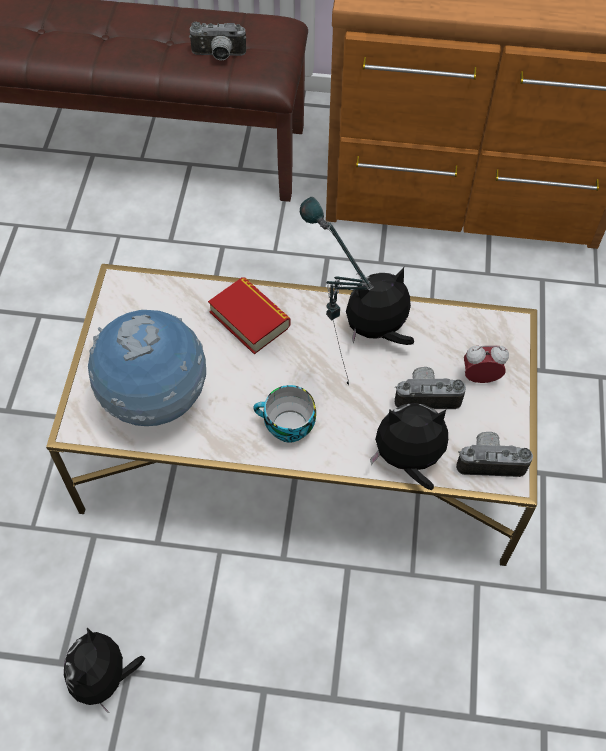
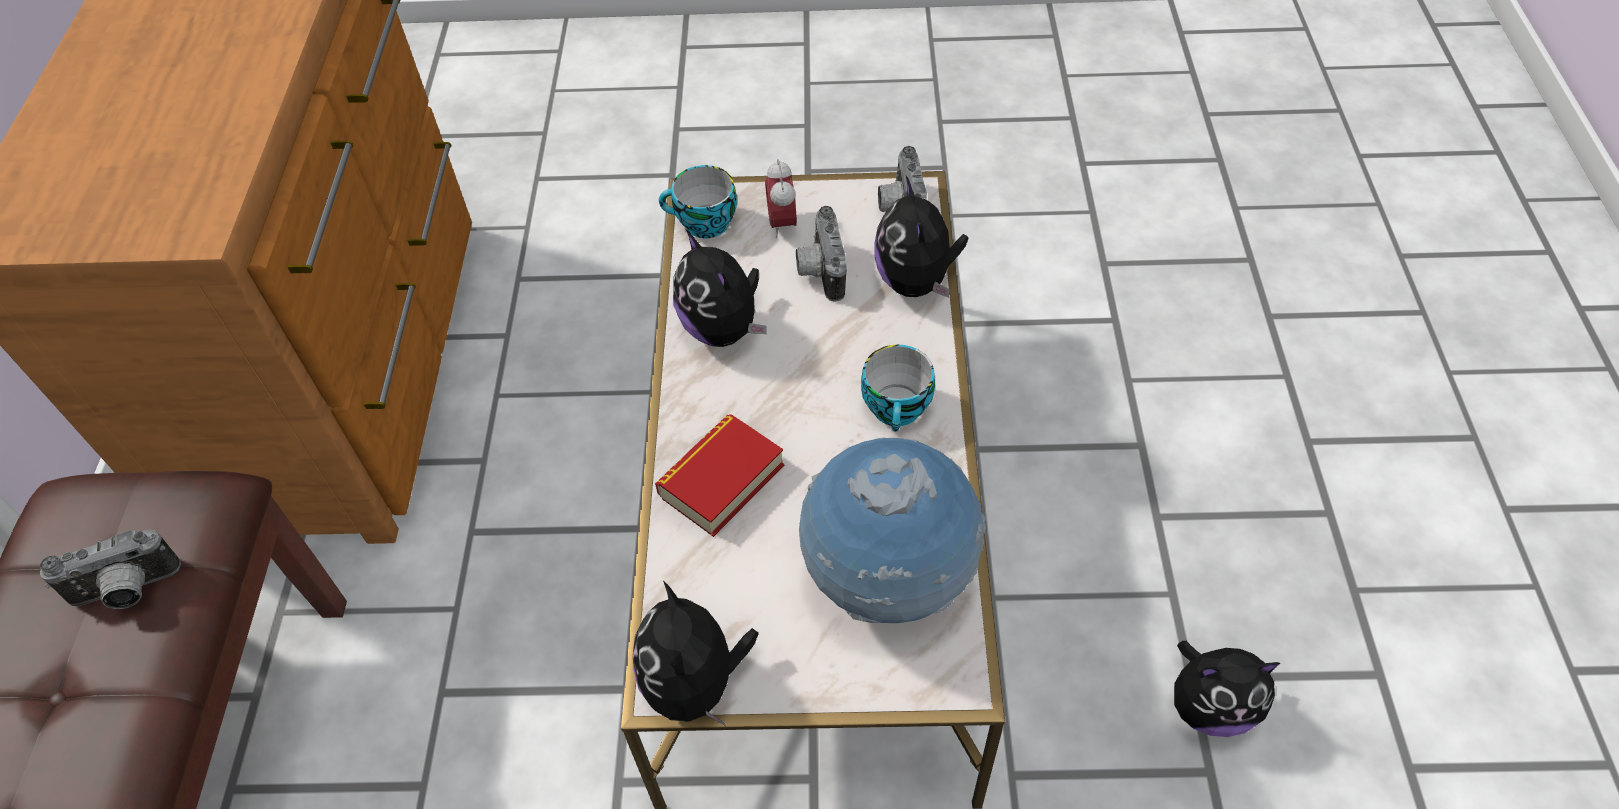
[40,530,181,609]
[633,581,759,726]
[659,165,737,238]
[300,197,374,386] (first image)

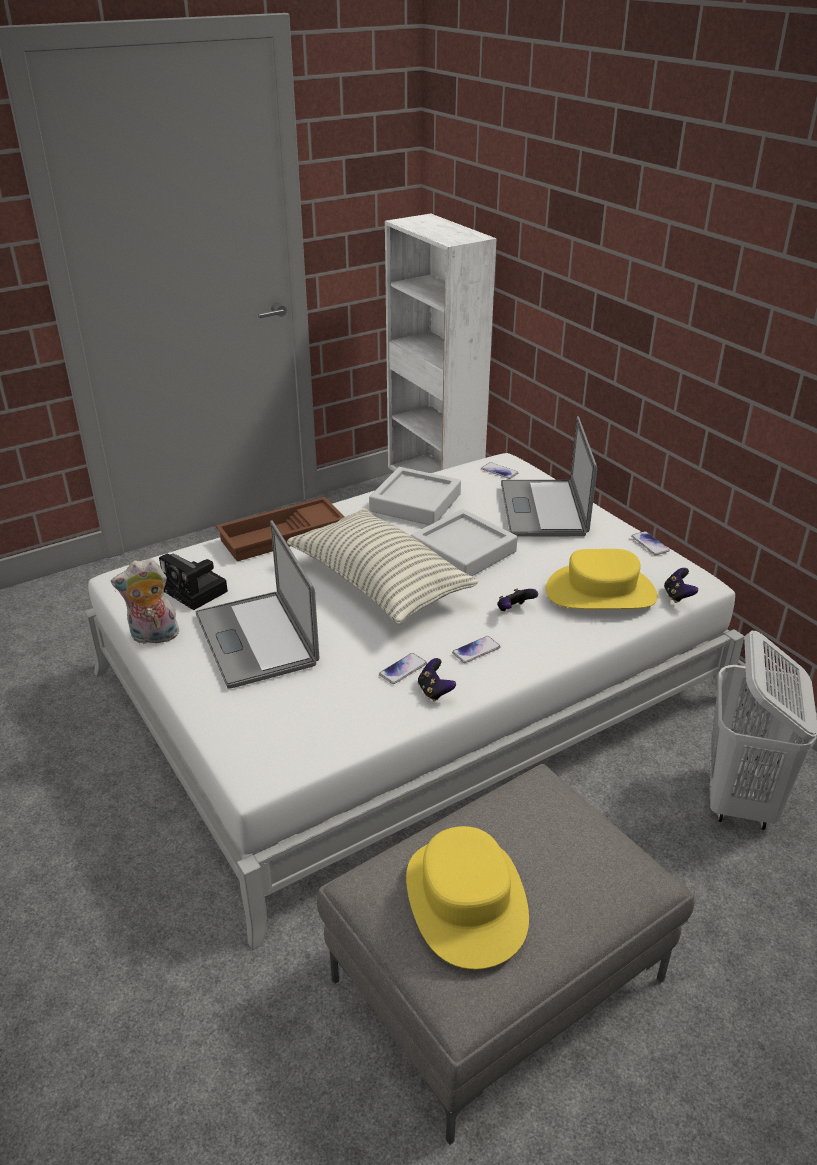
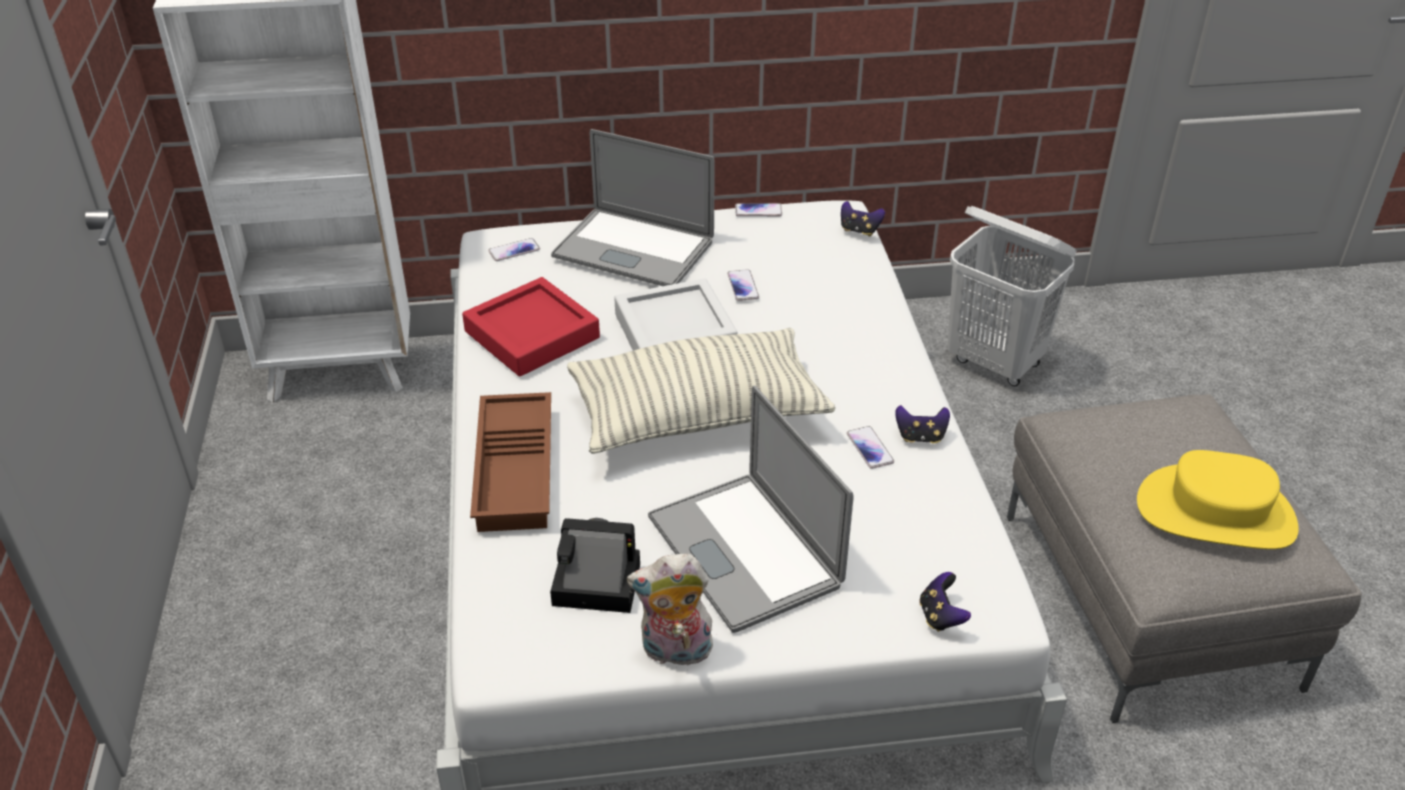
[462,277,600,377]
[550,518,640,613]
[627,554,714,666]
[648,385,853,633]
[728,269,759,301]
[919,572,971,632]
[546,549,658,609] (first image)

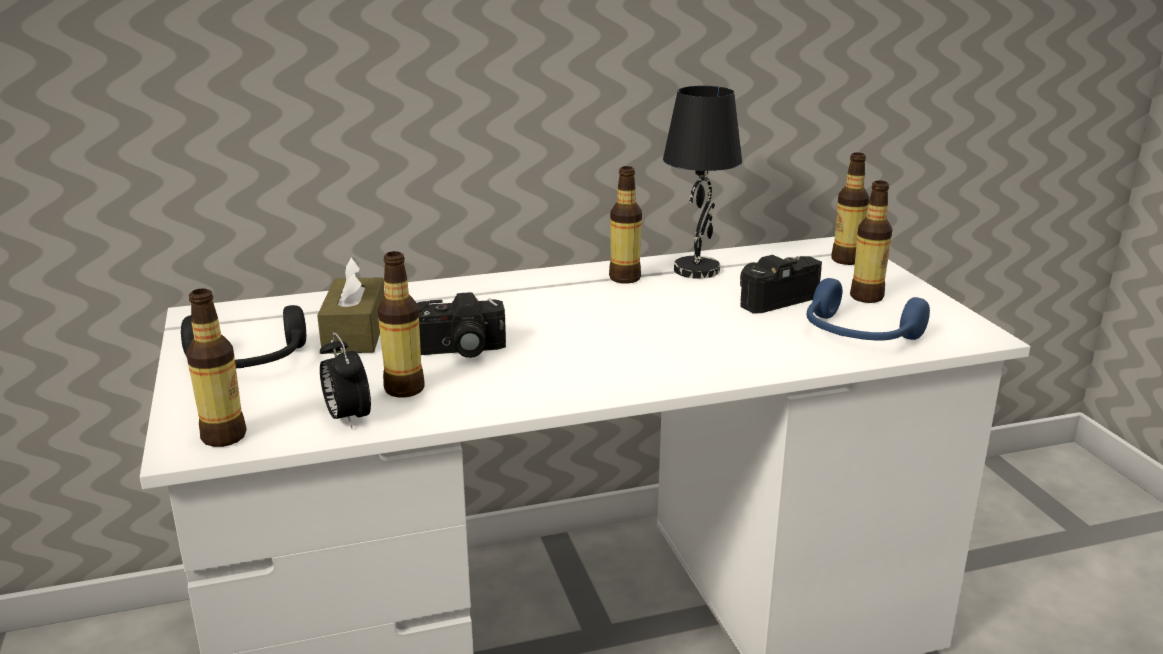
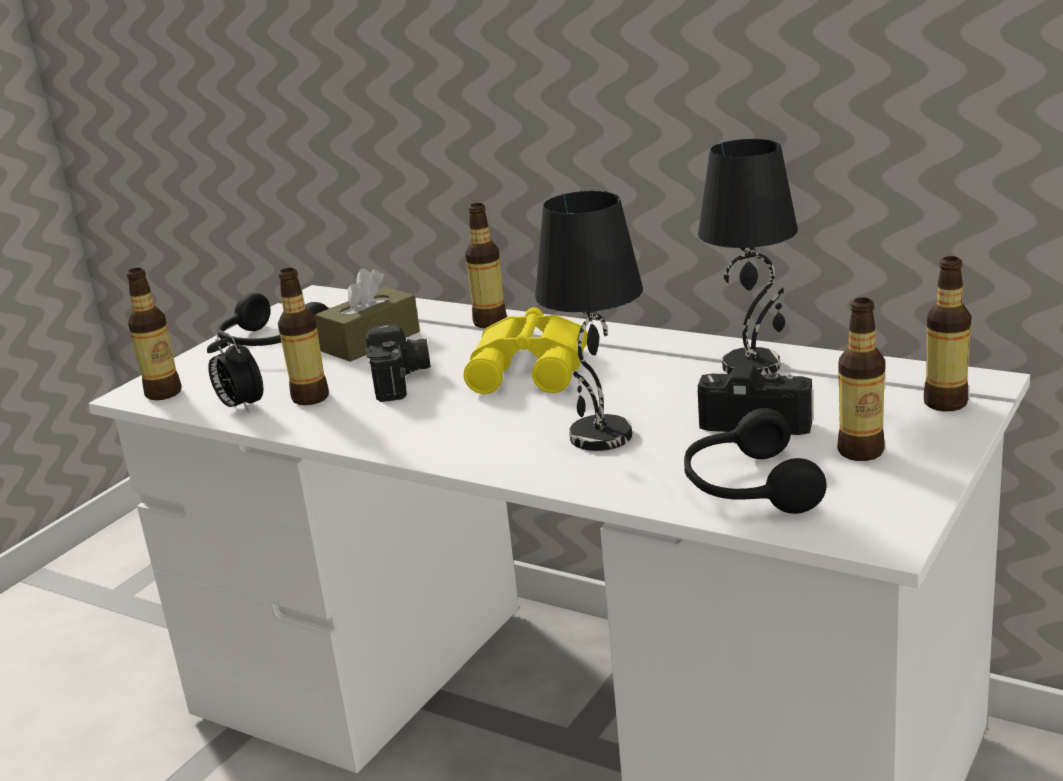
[207,331,263,413]
[366,325,431,402]
[464,307,587,394]
[465,203,507,329]
[535,191,643,451]
[684,408,827,514]

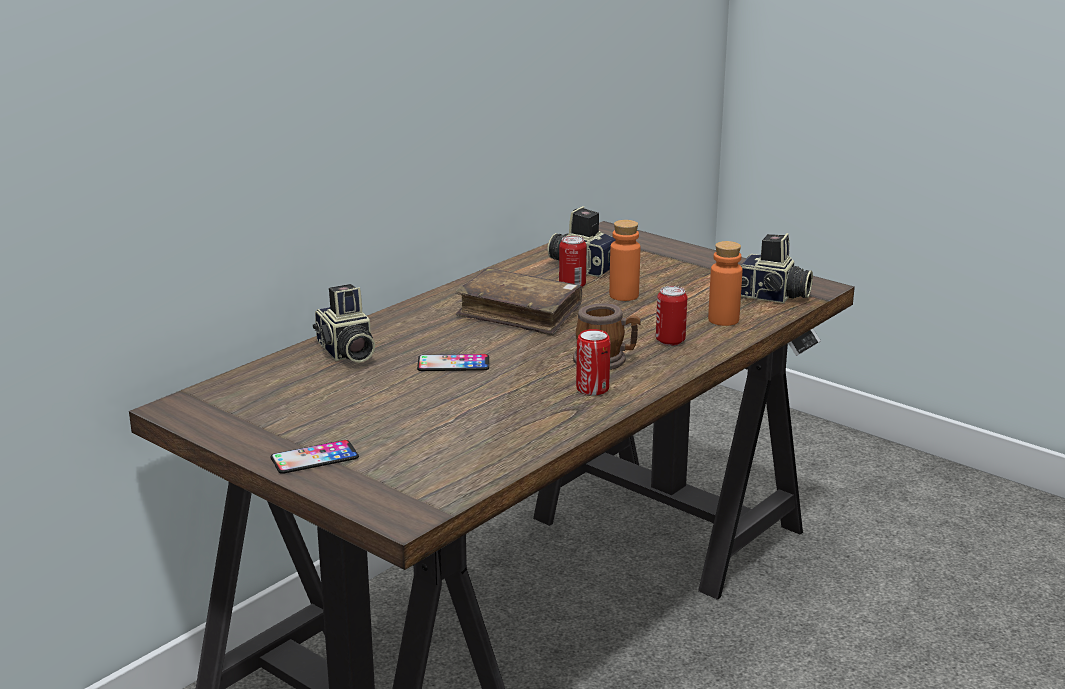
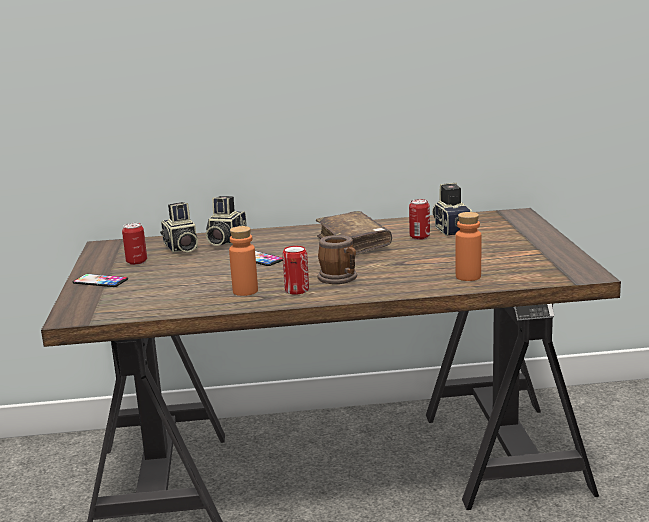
[122,223,147,265]
[160,202,198,253]
[229,226,258,296]

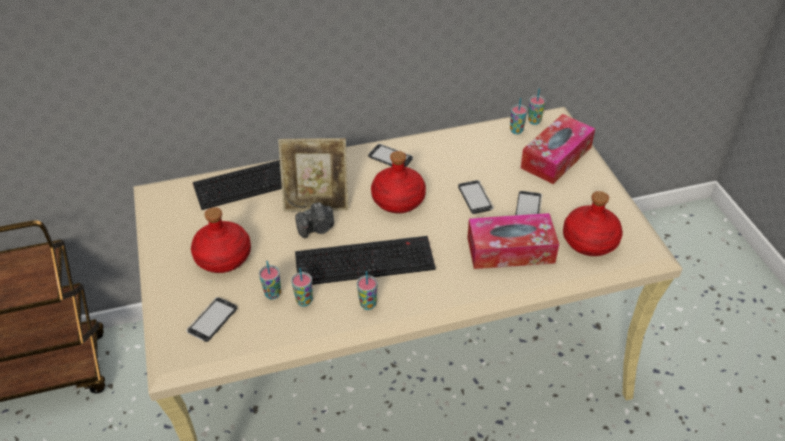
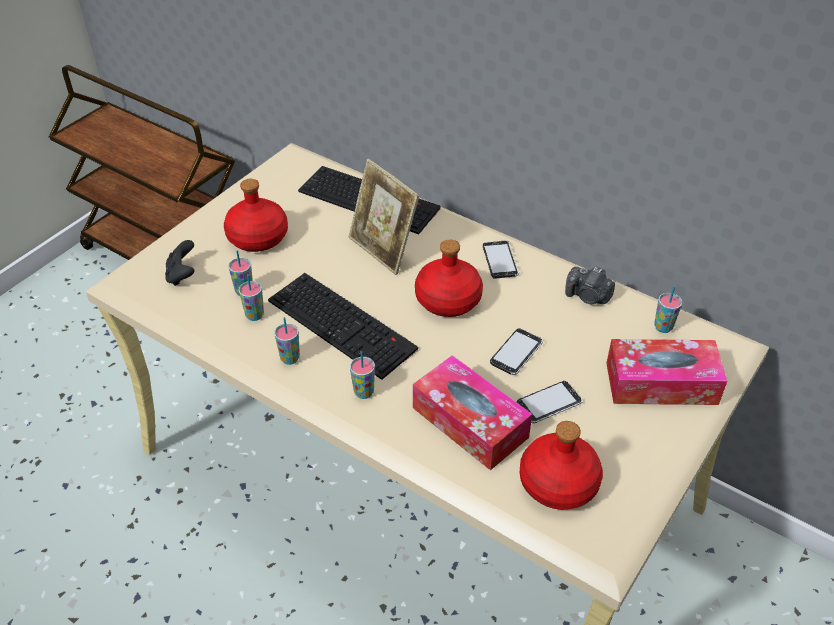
[165,240,194,286]
[350,351,375,399]
[565,267,615,304]

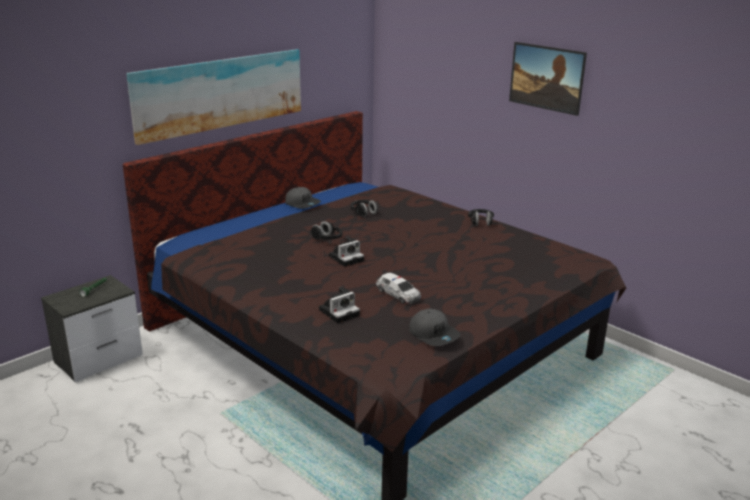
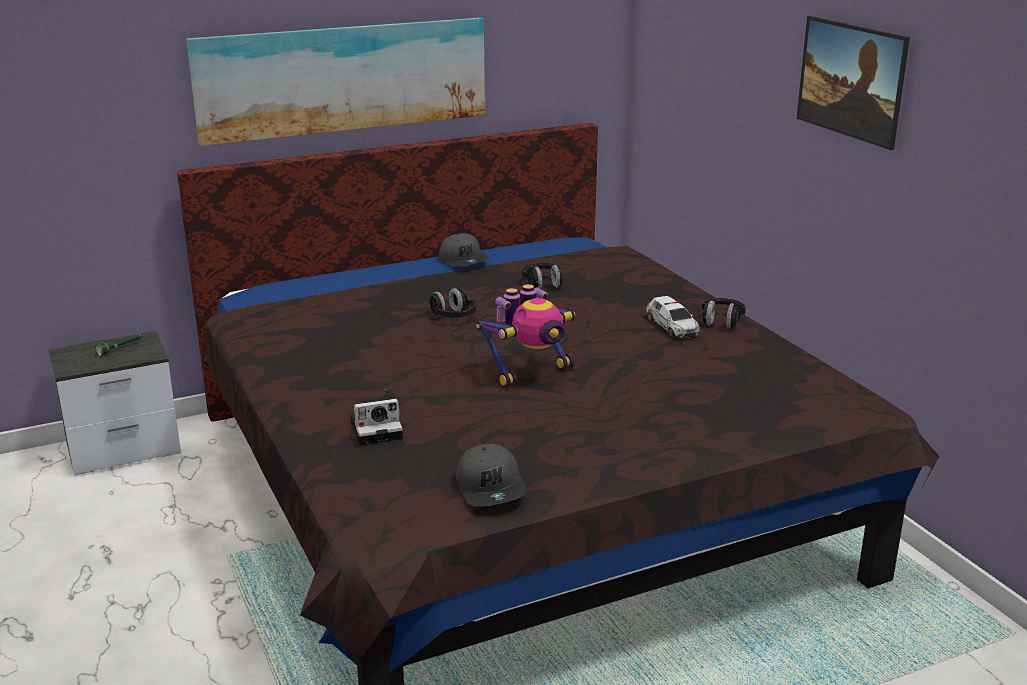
[476,284,575,388]
[646,296,700,338]
[329,237,364,267] (first image)

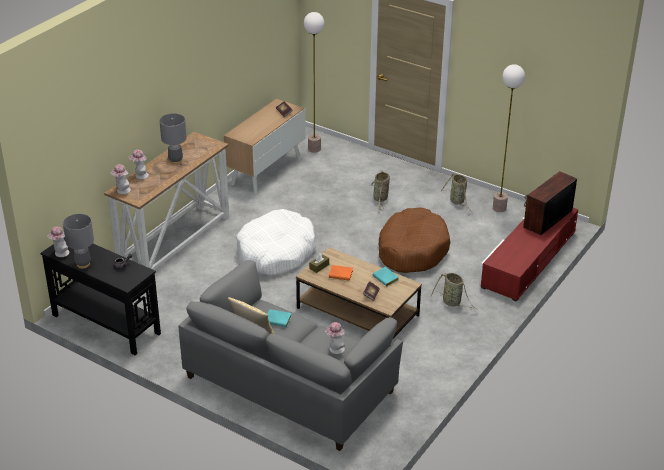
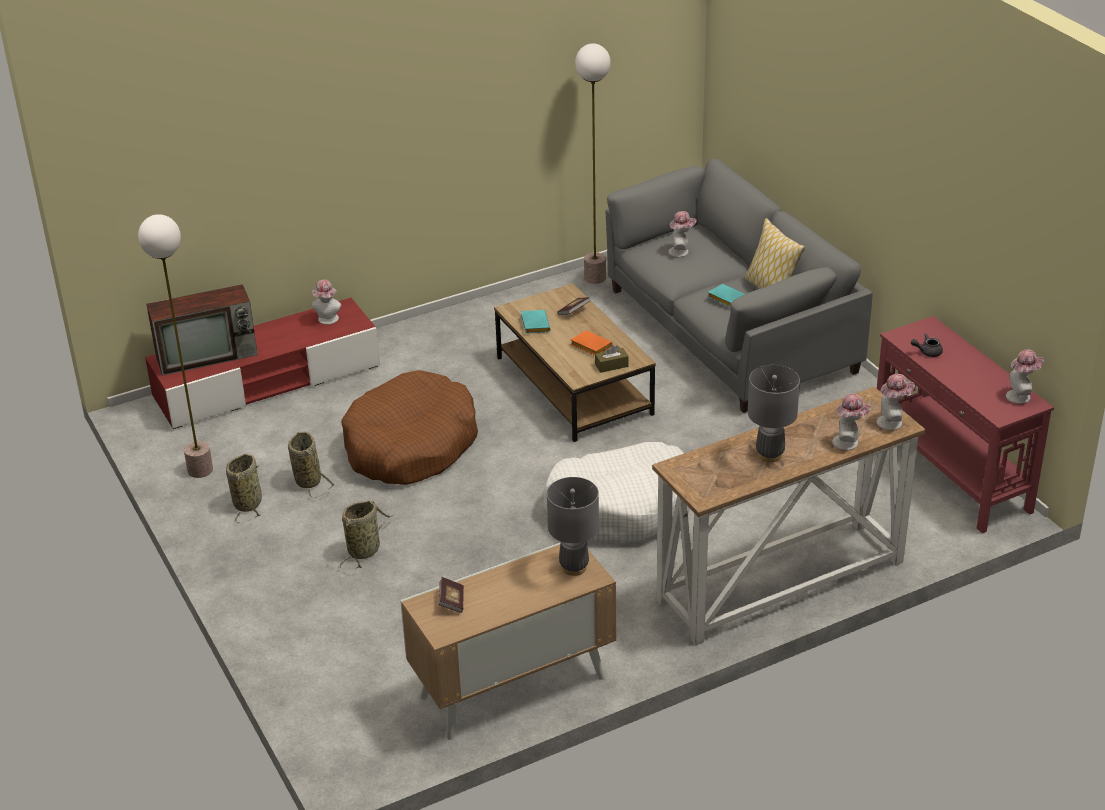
[288,432,336,498]
[312,280,342,324]
[547,477,599,576]
[575,43,611,284]
[877,316,1054,533]

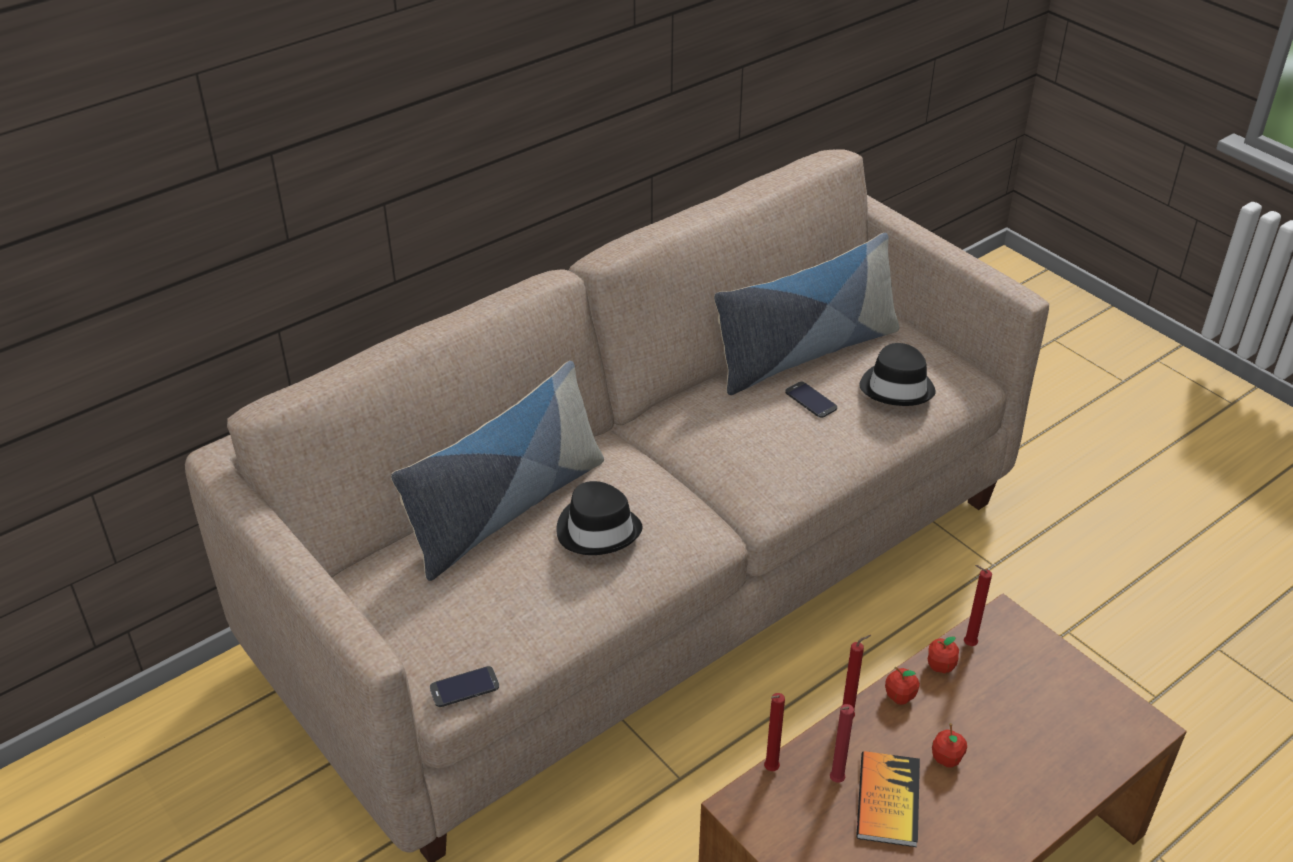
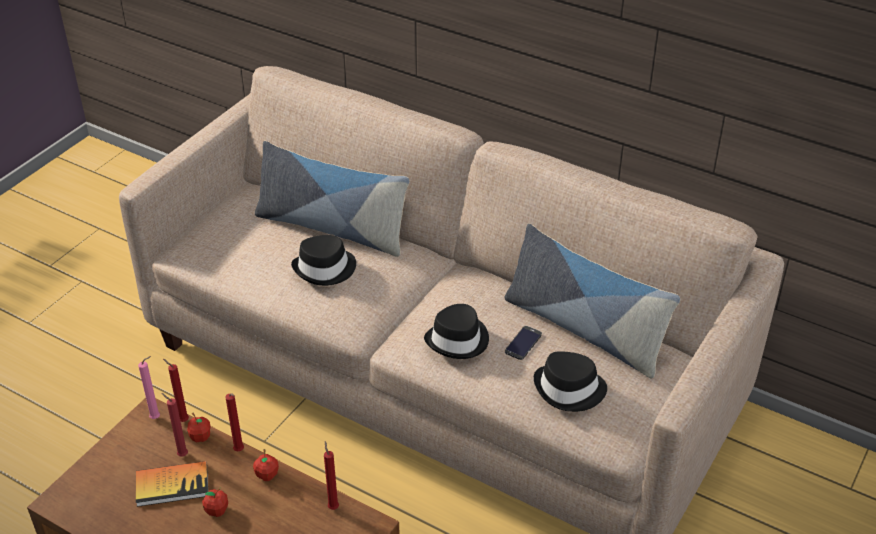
[138,356,160,419]
[187,413,211,442]
[424,304,489,359]
[430,666,499,707] (first image)

